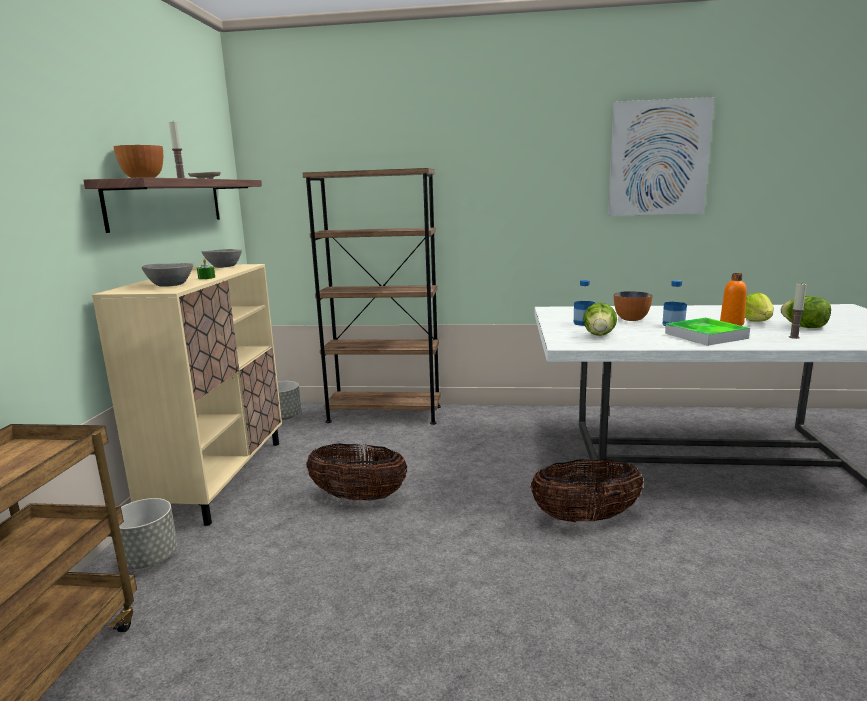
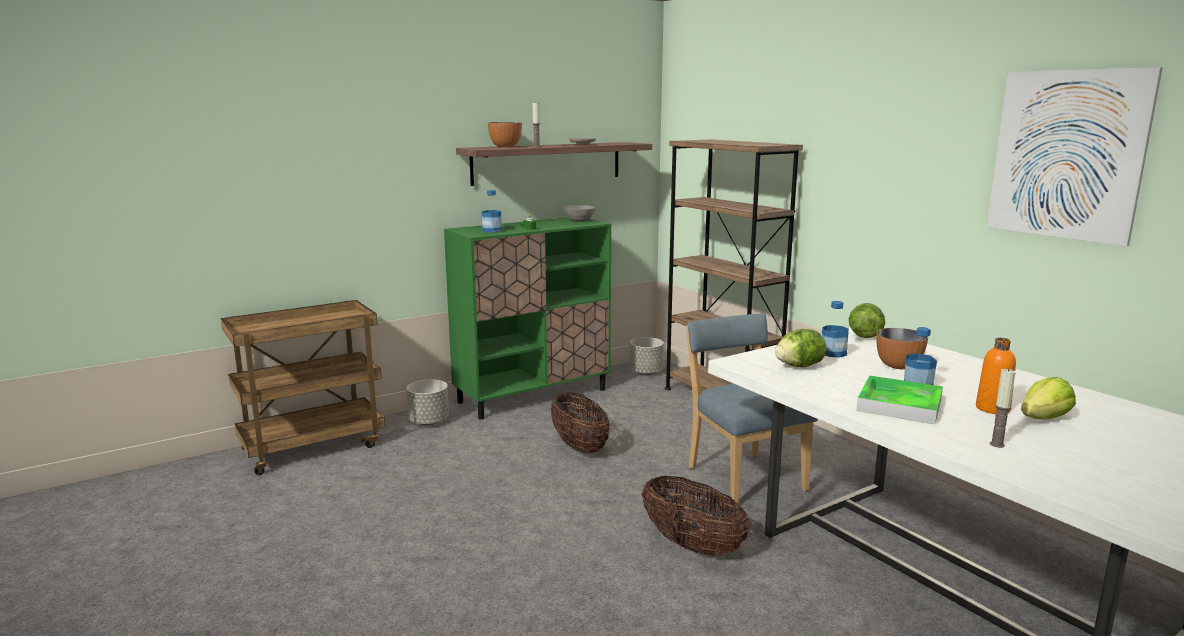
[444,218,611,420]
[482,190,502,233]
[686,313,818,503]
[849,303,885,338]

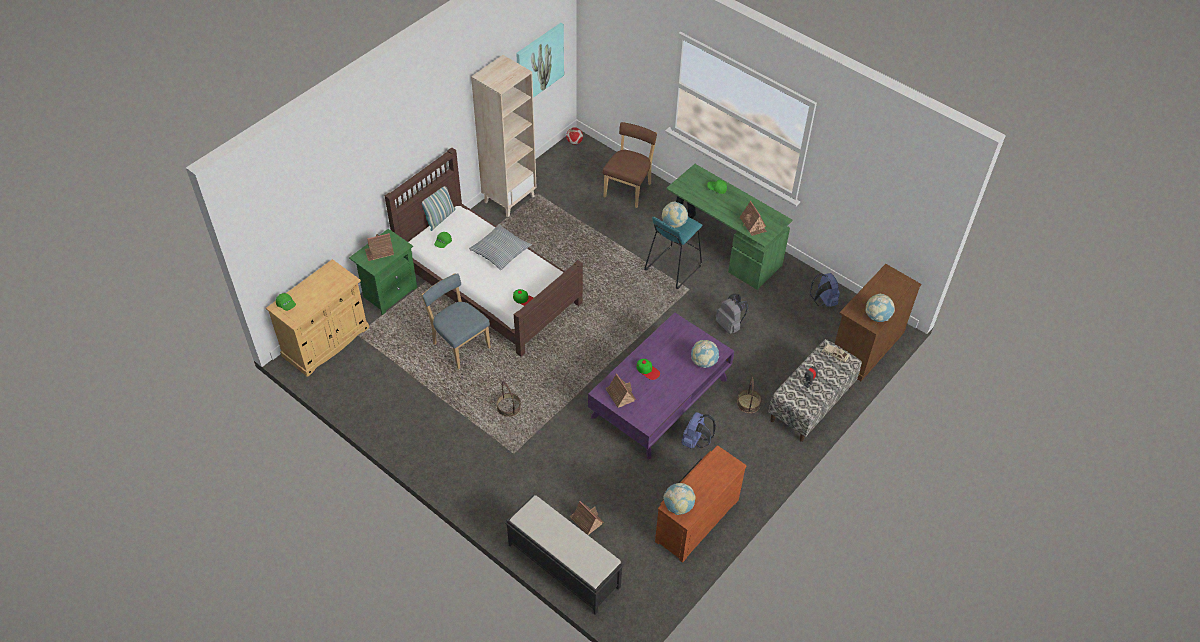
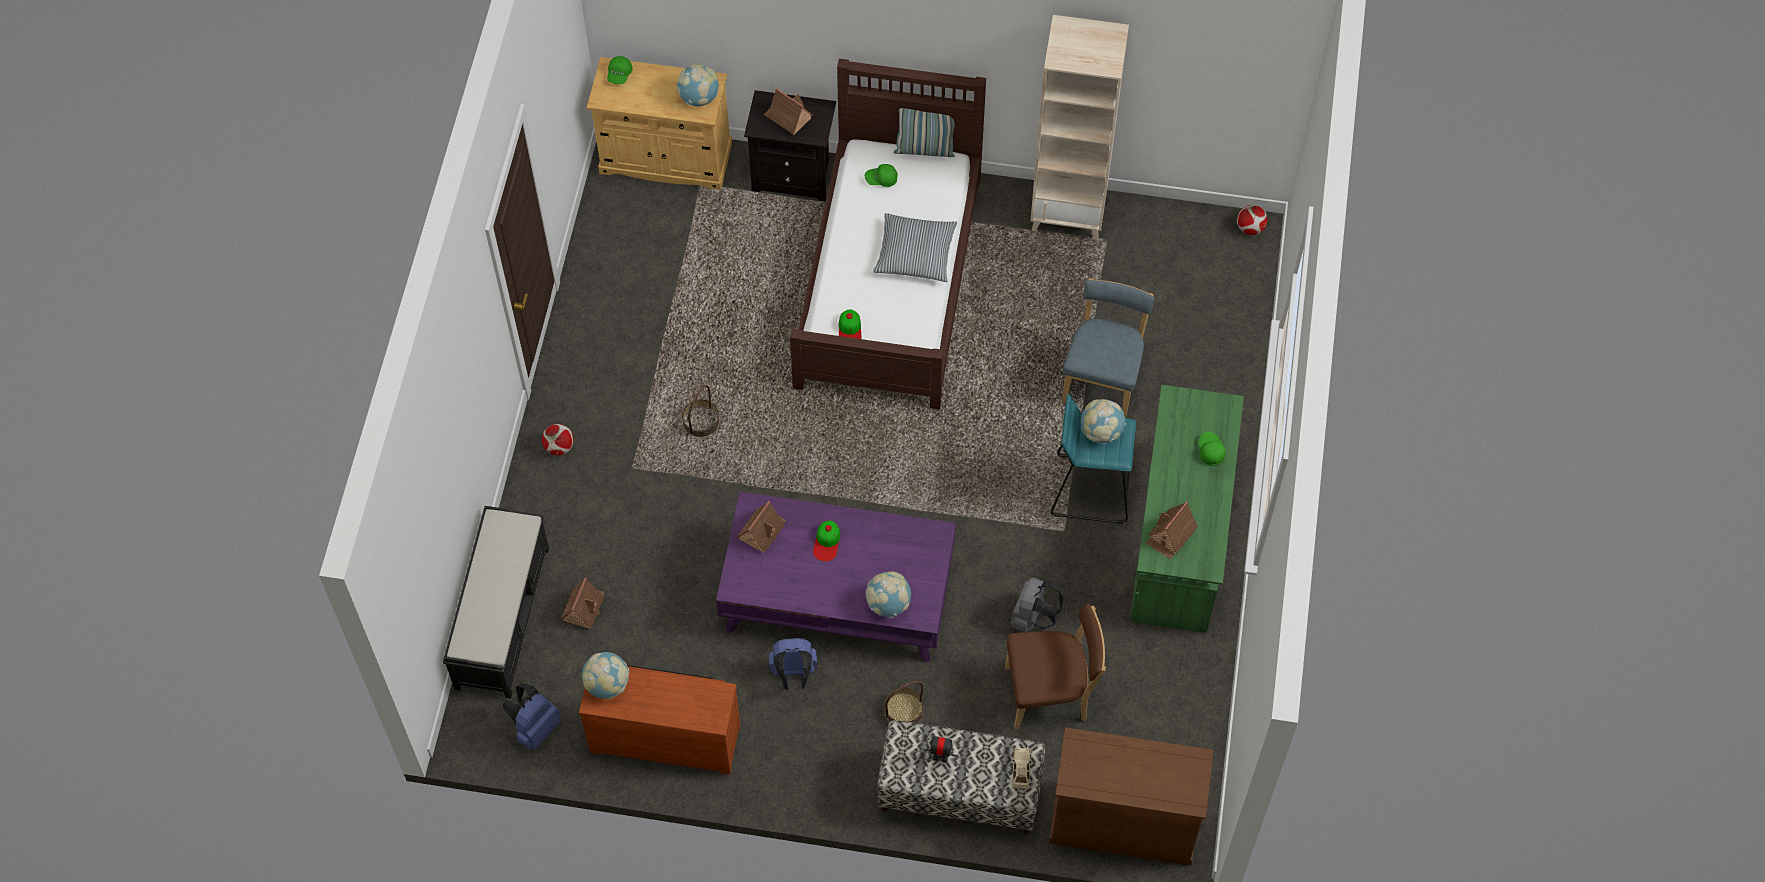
[503,684,560,750]
[542,424,574,456]
[676,64,719,106]
[744,90,836,201]
[1005,603,1106,730]
[1062,278,1154,418]
[516,23,564,98] (first image)

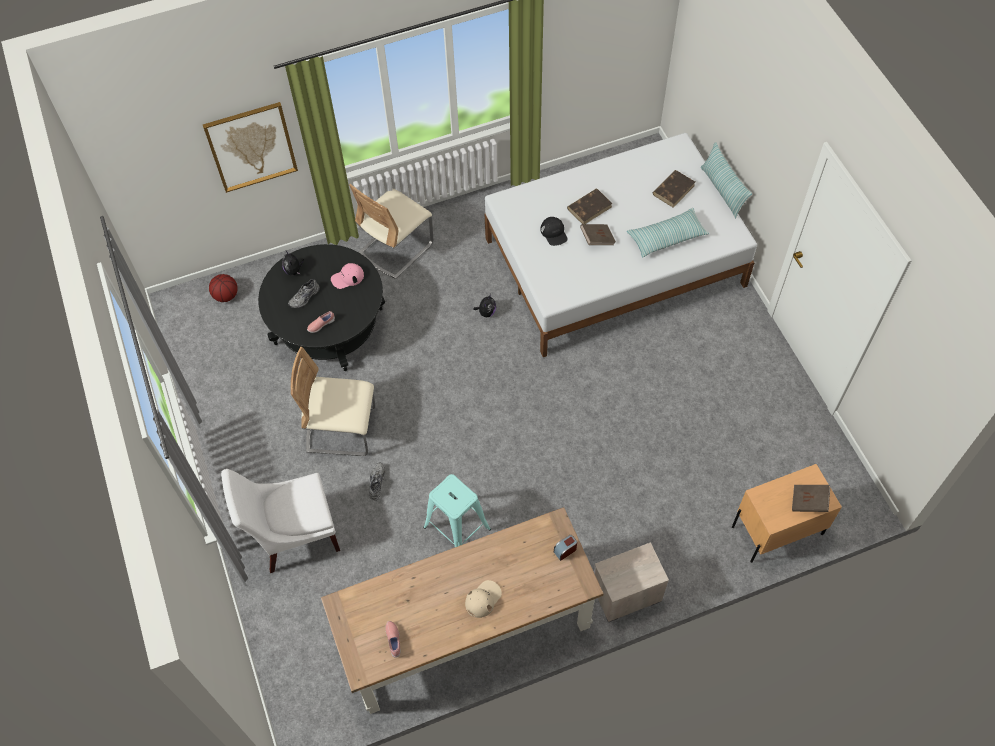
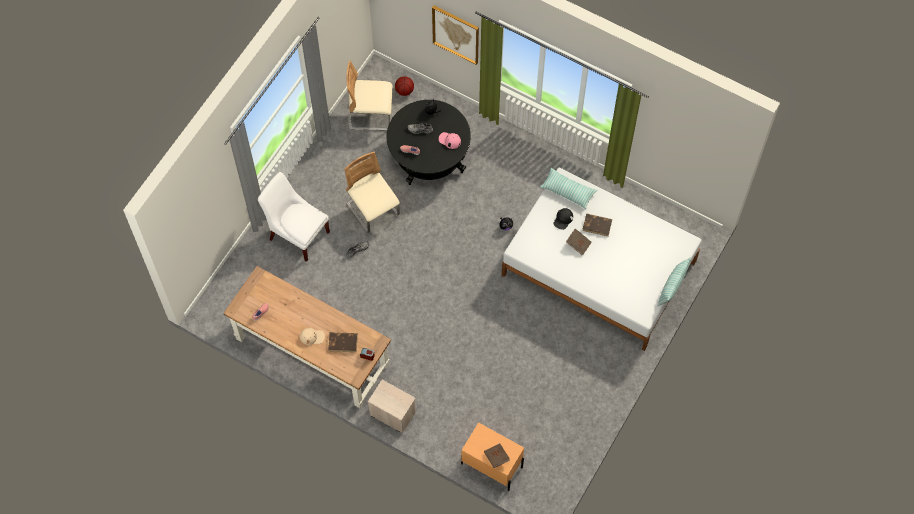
[328,332,358,352]
[346,60,392,131]
[540,168,597,209]
[423,474,491,547] (first image)

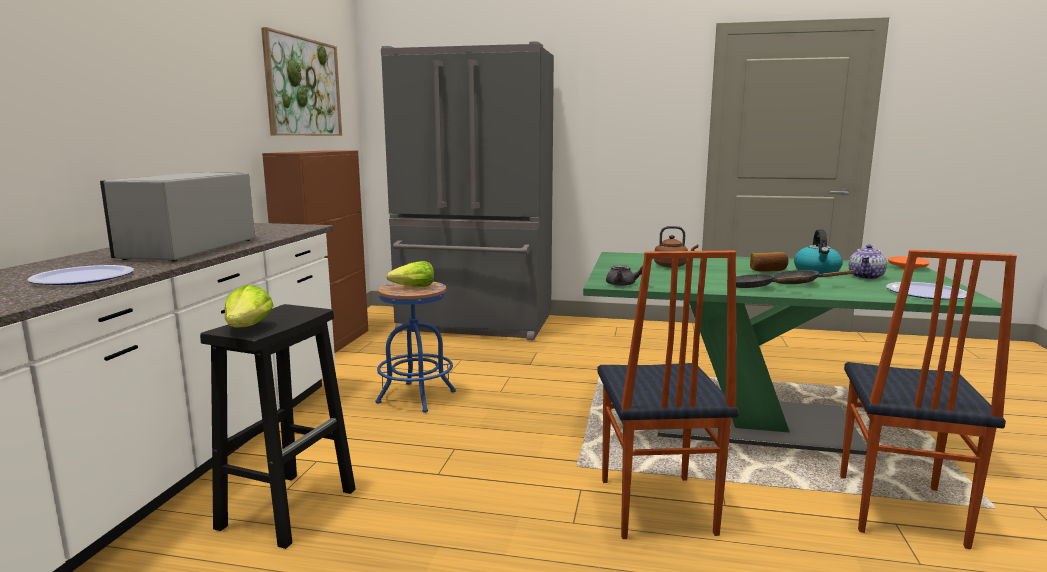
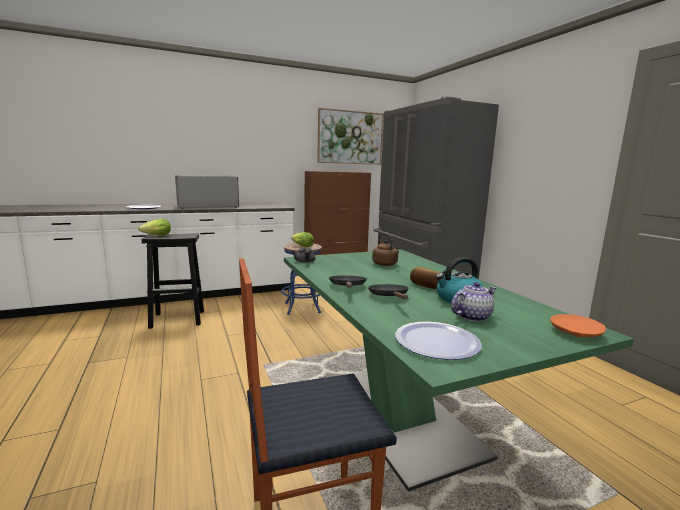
[451,282,496,322]
[597,251,739,539] (first image)

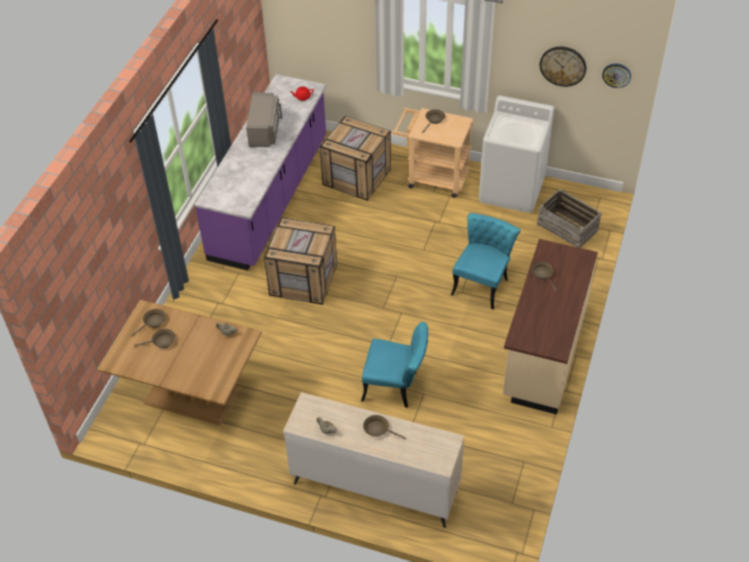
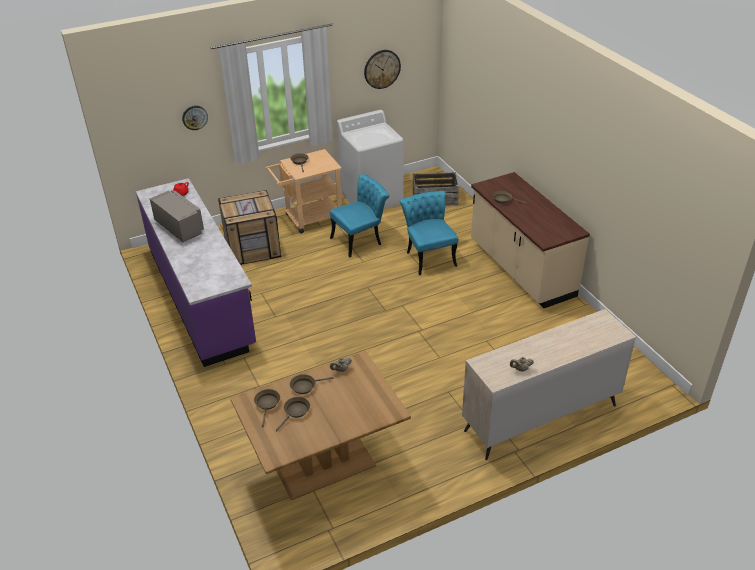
[182,105,208,130]
[290,375,334,394]
[330,174,389,257]
[264,218,337,305] (first image)

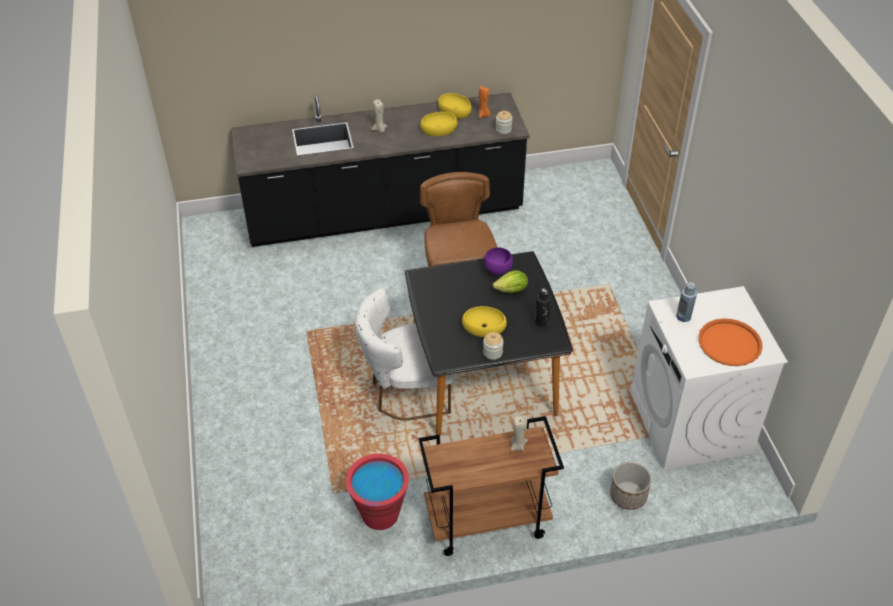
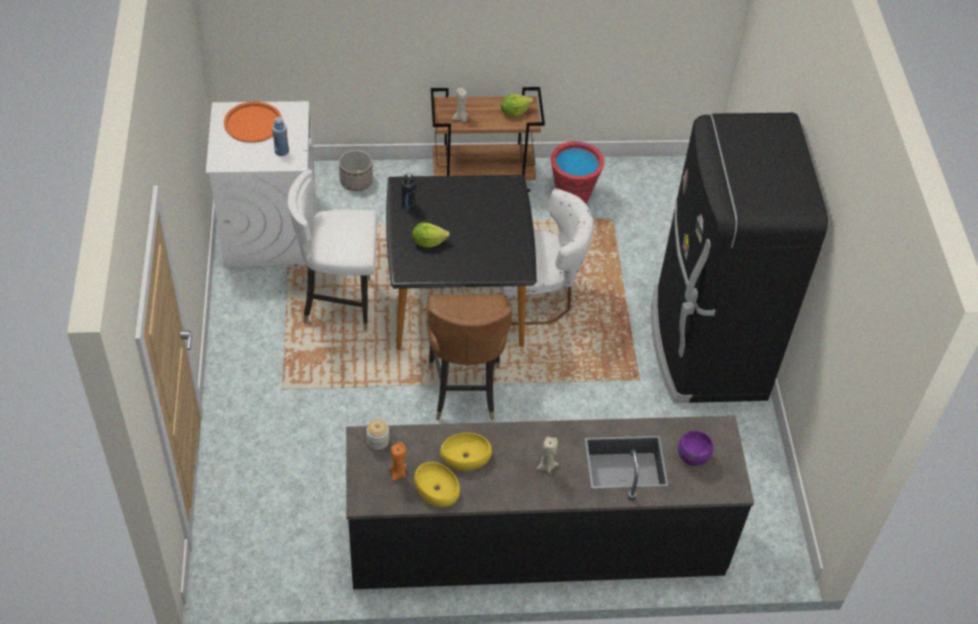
[288,170,377,330]
[501,94,533,117]
[651,113,828,403]
[678,430,714,466]
[462,306,507,337] (first image)
[483,332,503,360] (first image)

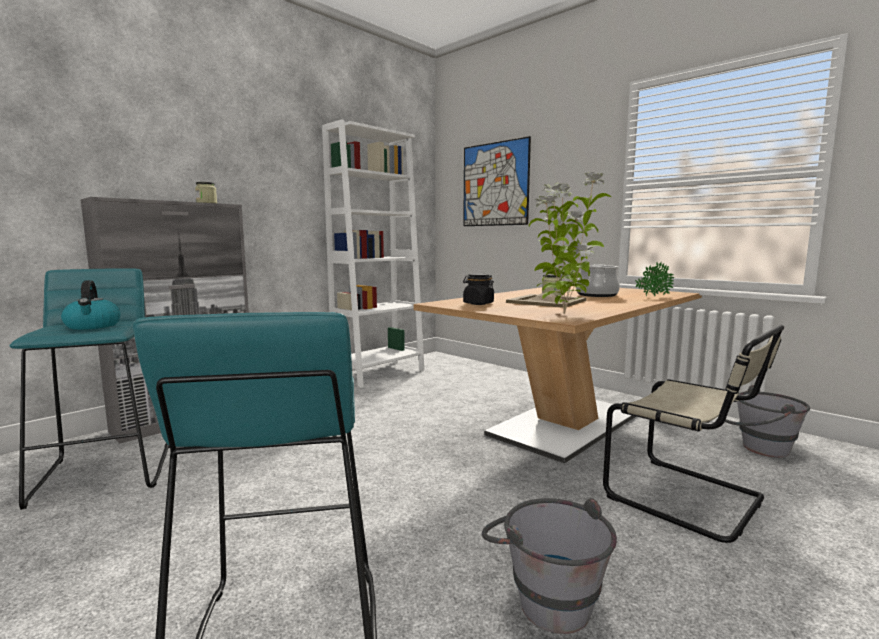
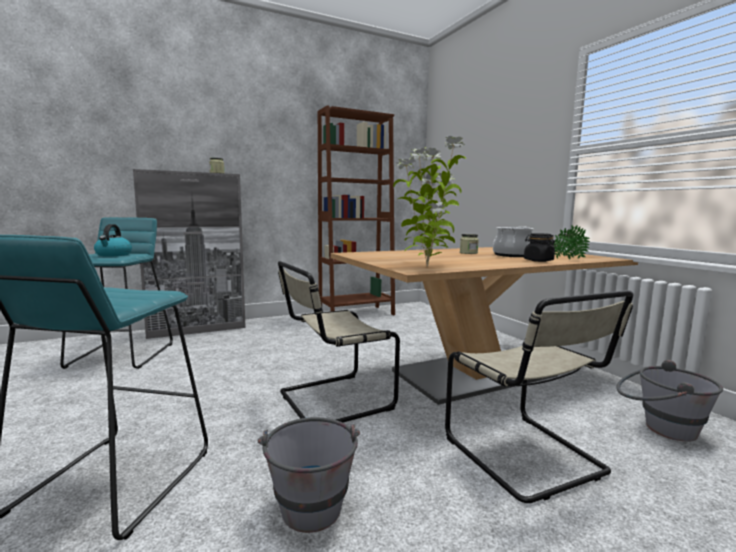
[278,261,400,423]
[318,105,395,315]
[524,233,555,262]
[463,136,531,226] (first image)
[506,293,586,308] (first image)

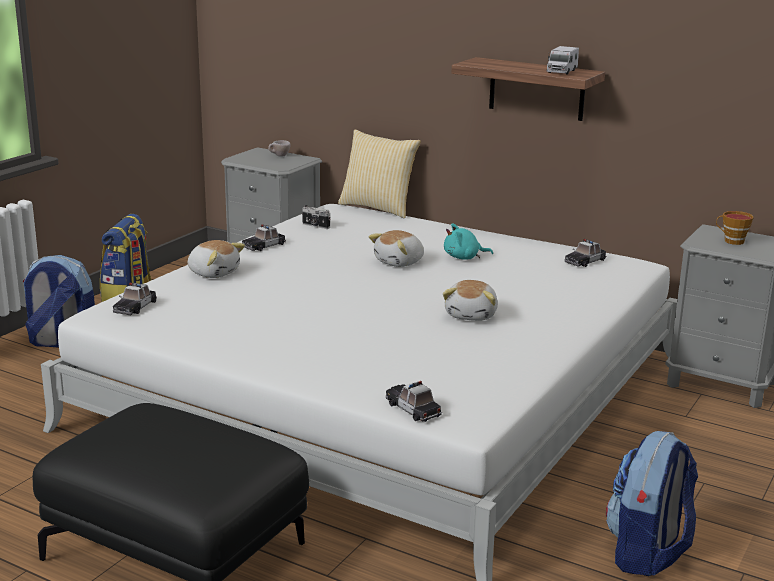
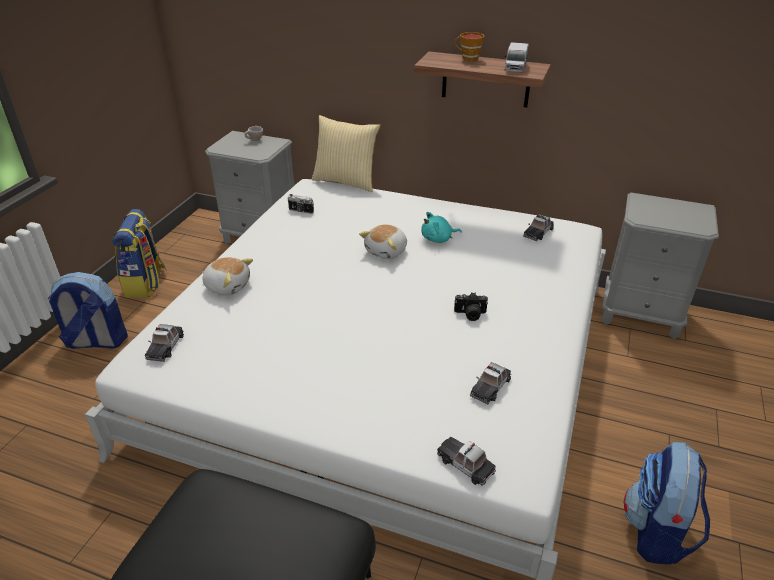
[454,292,488,321]
[455,32,485,61]
[470,362,511,404]

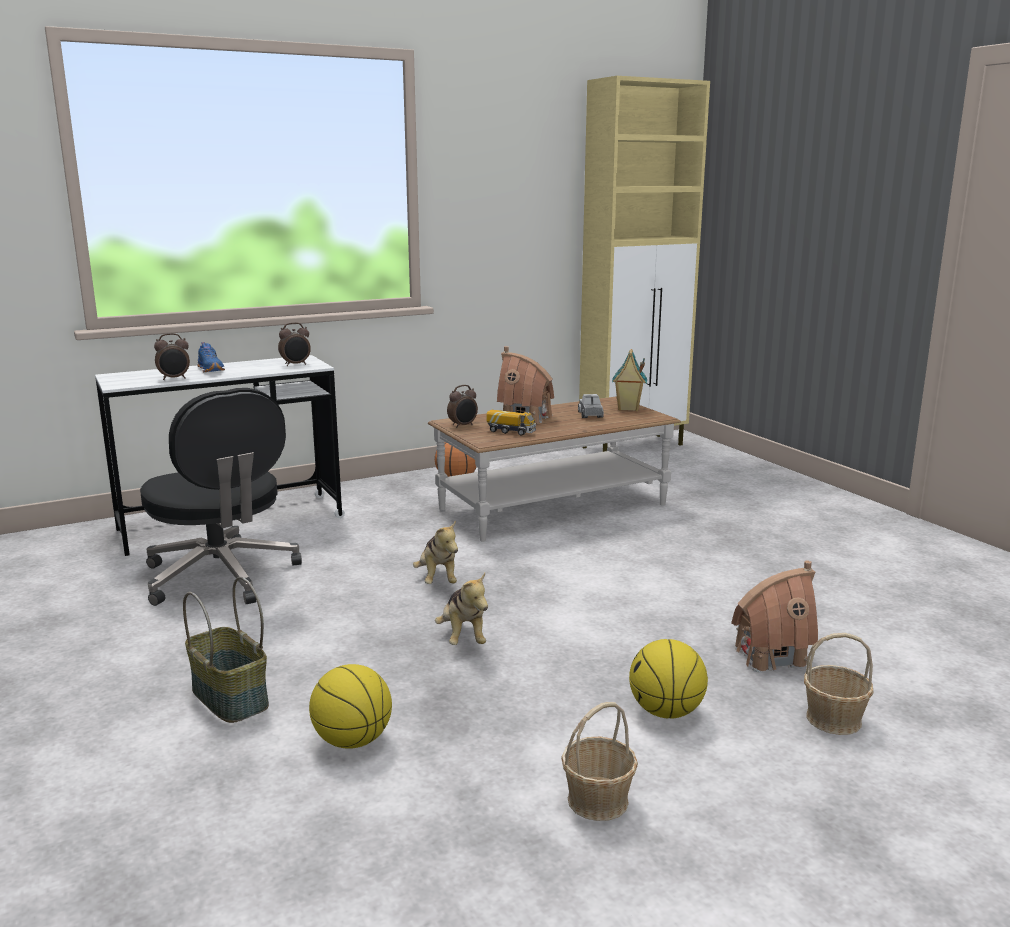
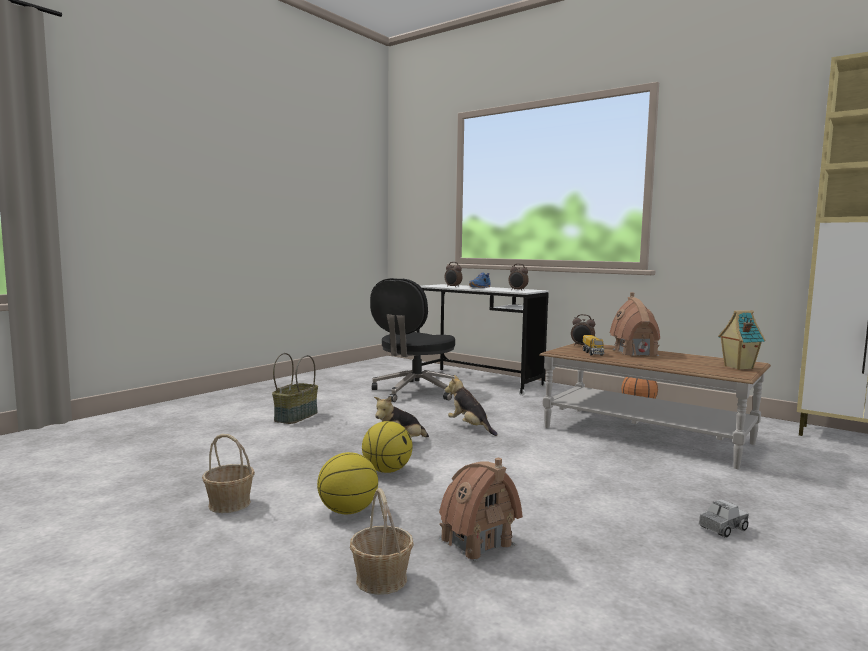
[362,421,413,473]
[445,375,497,436]
[699,499,749,538]

